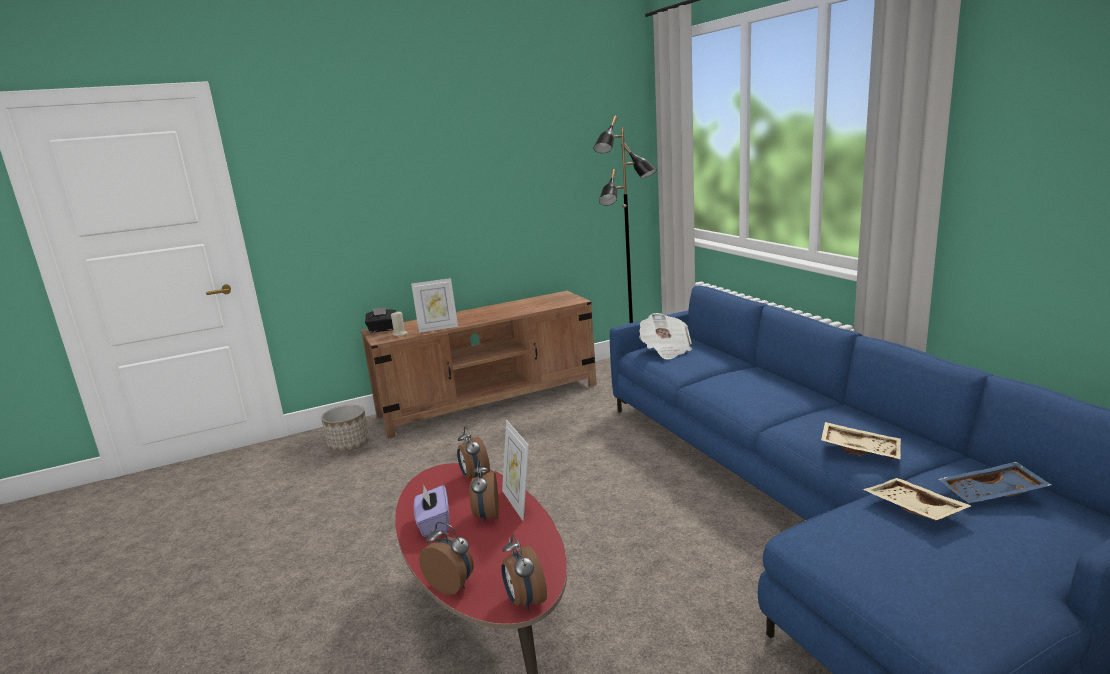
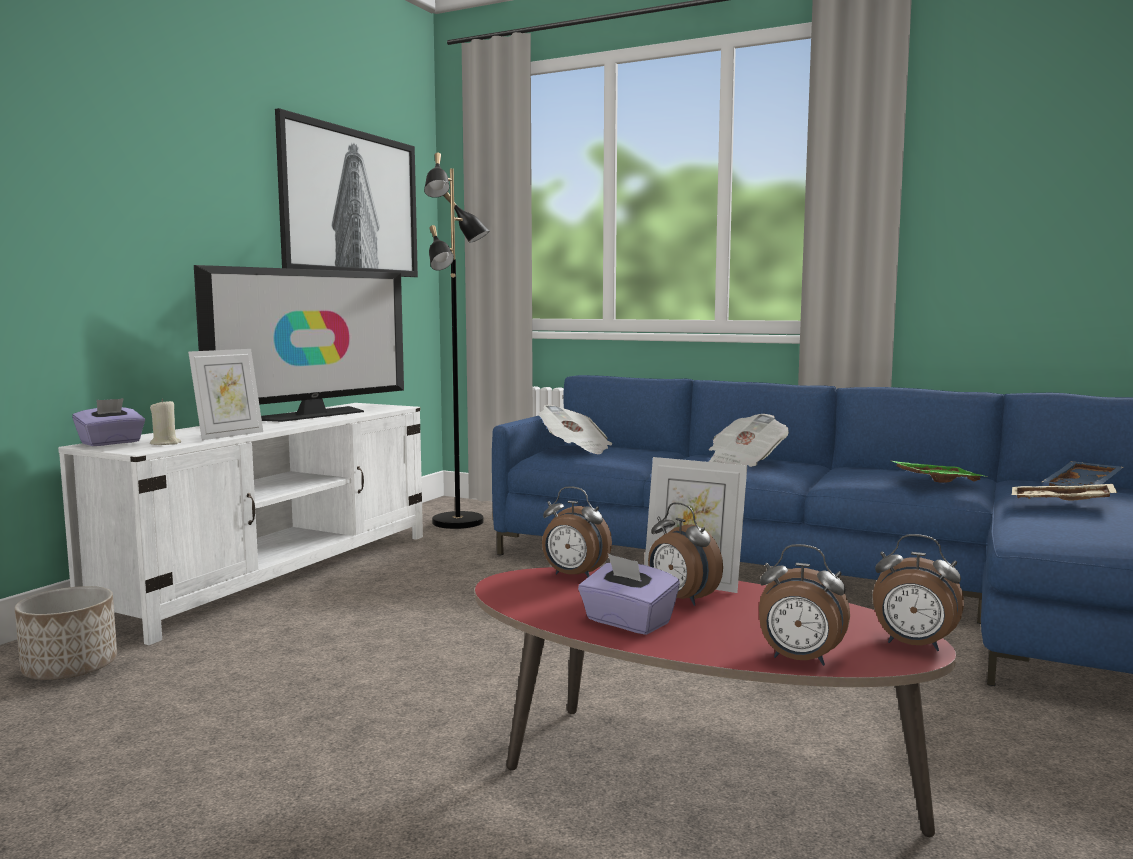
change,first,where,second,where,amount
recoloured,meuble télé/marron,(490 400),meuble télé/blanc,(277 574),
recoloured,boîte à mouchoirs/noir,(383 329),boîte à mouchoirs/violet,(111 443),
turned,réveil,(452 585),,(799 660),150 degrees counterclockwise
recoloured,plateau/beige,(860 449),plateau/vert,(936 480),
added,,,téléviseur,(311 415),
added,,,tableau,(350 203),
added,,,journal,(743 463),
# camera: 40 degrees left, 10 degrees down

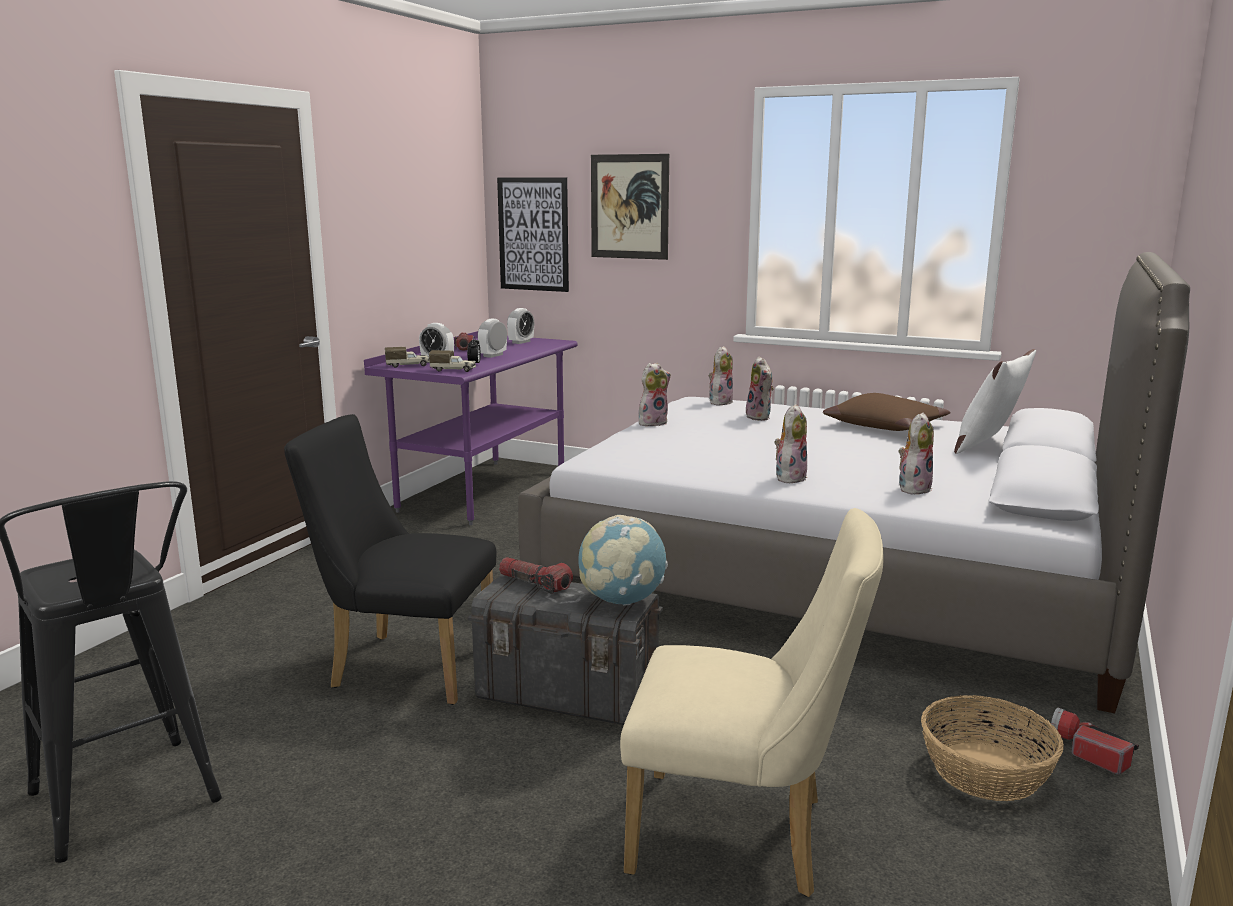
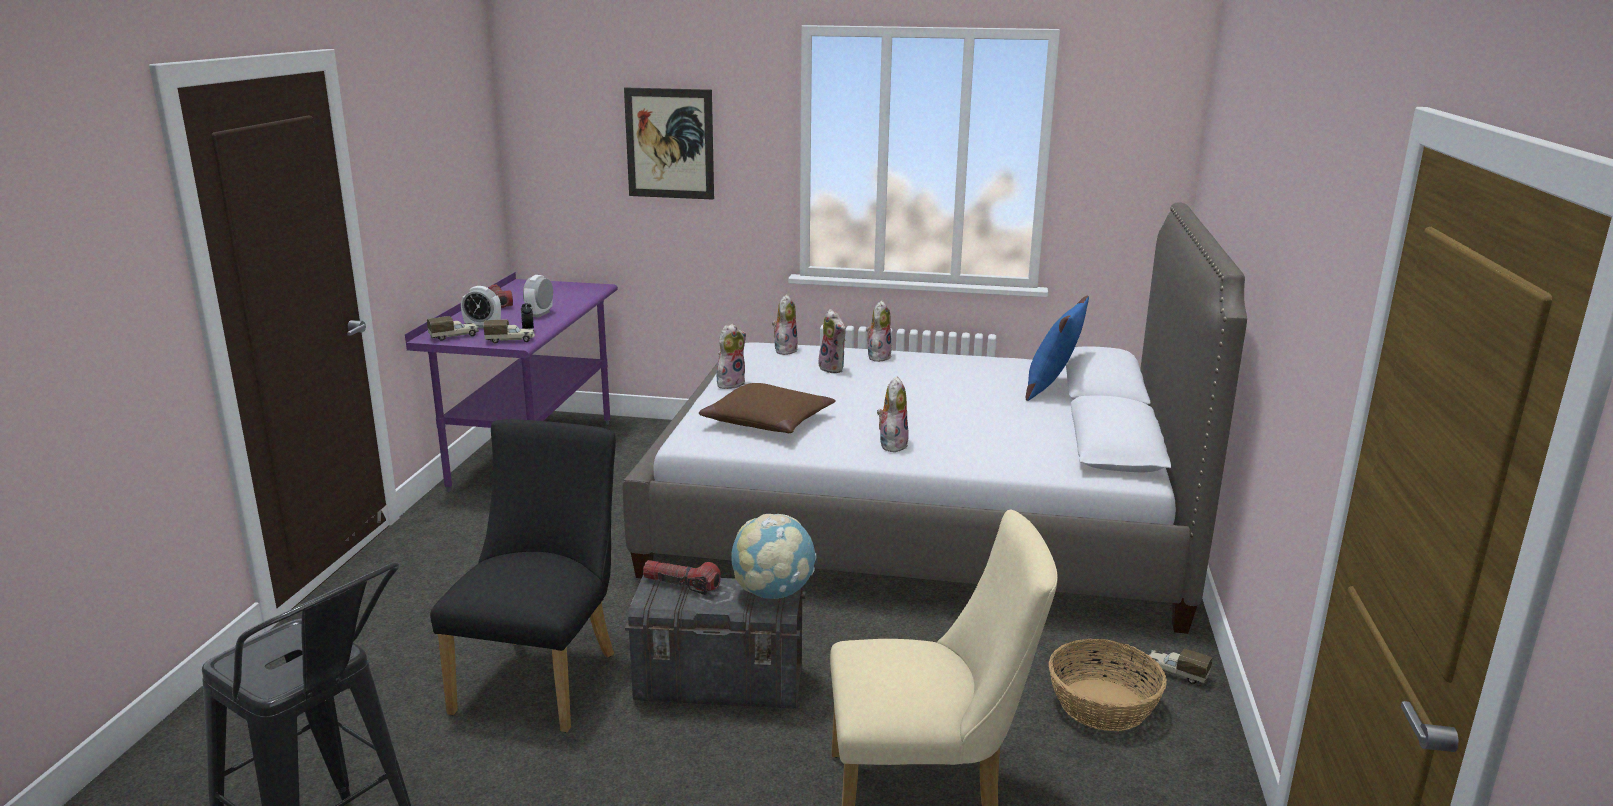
change,first,where,second,where,amount
turned,chaise/noir,(403 666),,(543 676),105 degrees clockwise
removed,tableau,(533 234),,,
removed,réveil,(521 342),,,
moved,coussin/marron,(885 426),,(768 421),
moved,peluche,(913 488),,(878 356),
recoloured,coussin/blanc,(989 446),coussin/bleu,(1052 388),
replaced,lampe de poche,(1087 751),camion jouet,(1175 673),
# camera: 15 degrees left, 5 degrees up

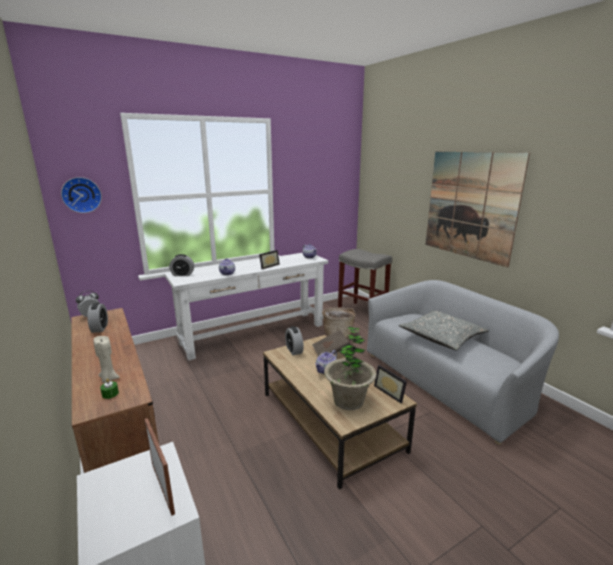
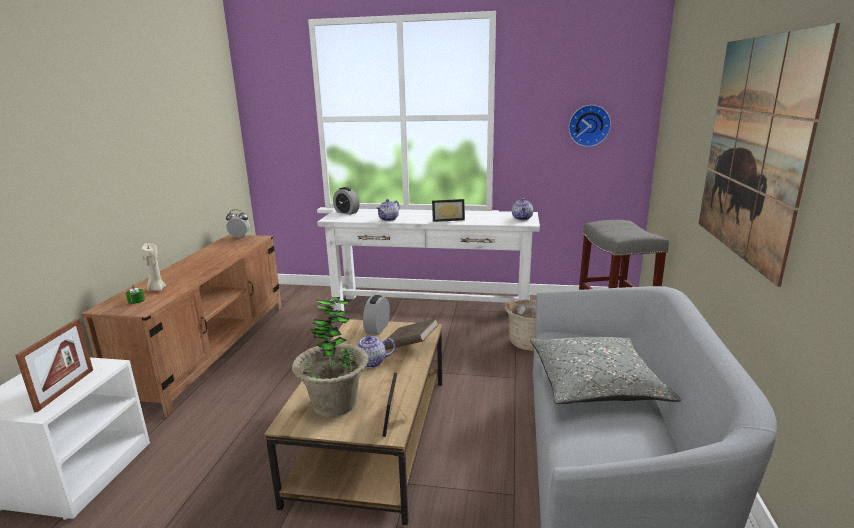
change,first,where,second,where,amount
moved,horloge murale,(81 195),,(589 125),
removed,réveil,(100 328),,,
# camera: 40 degrees right, 0 degrees up

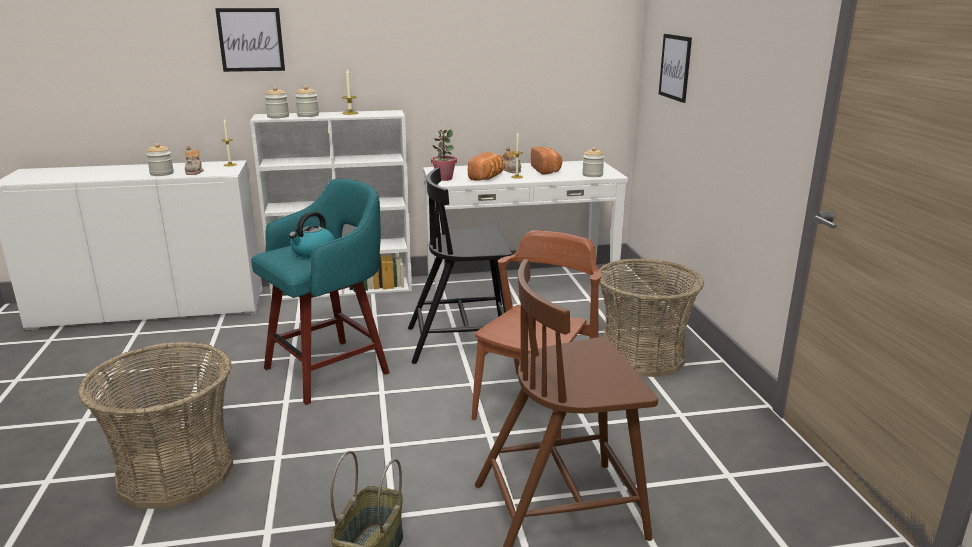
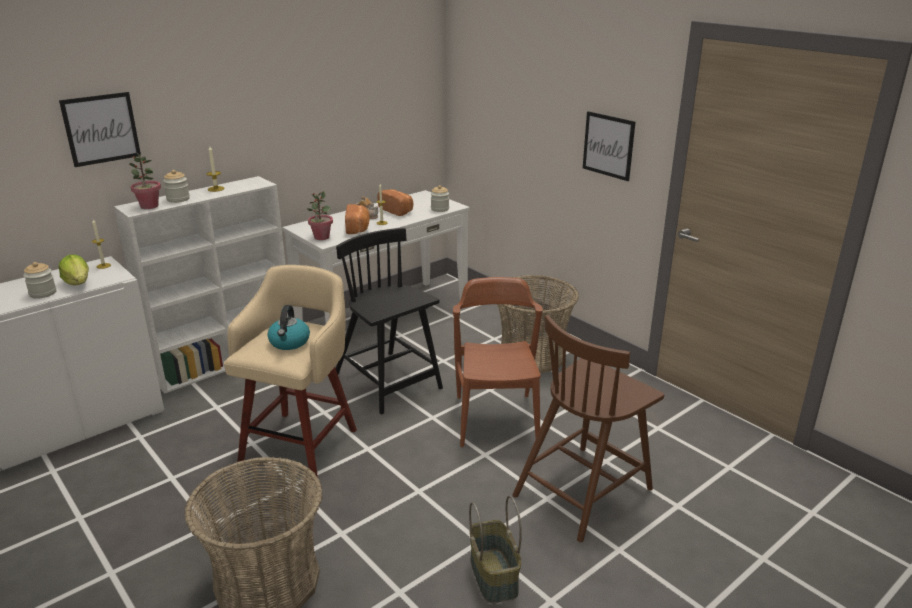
change,first,where,second,where,amount
replaced,théière,(194 172),laitue,(78 283),
recoloured,tabouret/turquoise,(330 369),tabouret/beige,(301 443),
replaced,bocal,(278 116),plante en pot,(149 206),
turned,chaise/noir,(463 341),,(388 382),90 degrees clockwise
moved,tableau,(675 67),,(608 145),
# camera: 30 degrees left, 5 degrees up

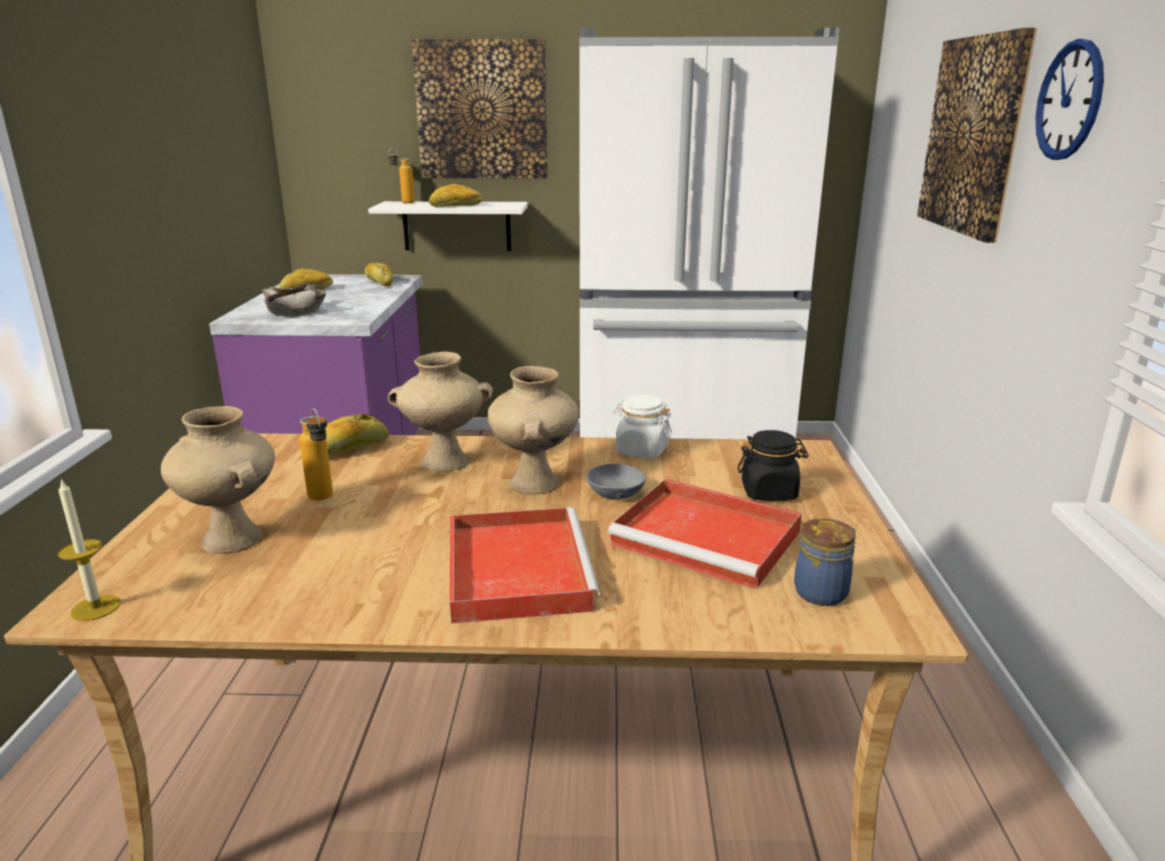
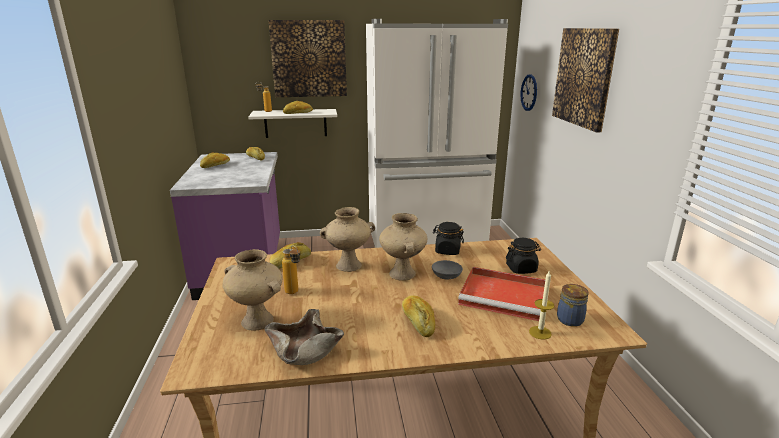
change,first,where,second,where,amount
moved,bougie,(95 608),,(540 332),
moved,bol/beige,(294 311),,(304 350),
replaced,plateau/rouge,(516 567),pain,(418 322),
recoloured,bocal/blanc,(641 450),bocal/noir,(447 251),
moved,horloge murale,(1069 101),,(529 92),
# camera: 10 degrees left, 0 degrees up

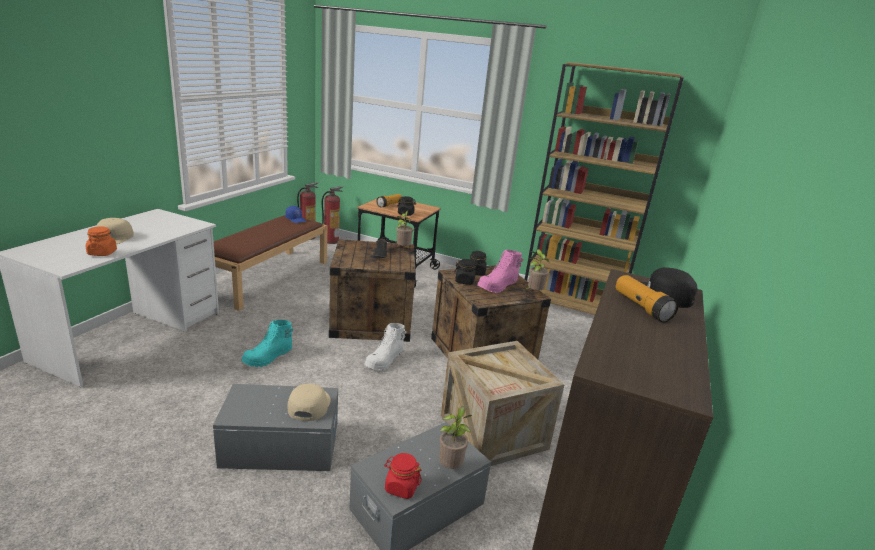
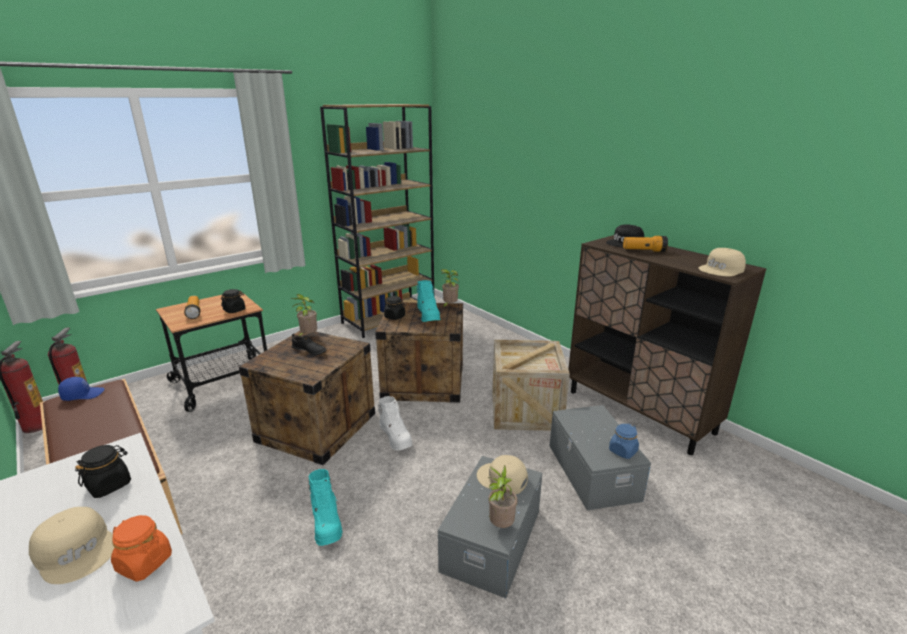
change,first,where,second,where,amount
recoloured,bocal/rouge,(401 487),bocal/bleu,(623 451),
moved,plante en pot,(451 467),,(500 525),
moved,bocal/noir,(465 281),,(109 485),
recoloured,botte/rose,(498 286),botte/turquoise,(428 315),
added,,,casquette/beige,(722 270),
# camera: 60 degrees left, 0 degrees up

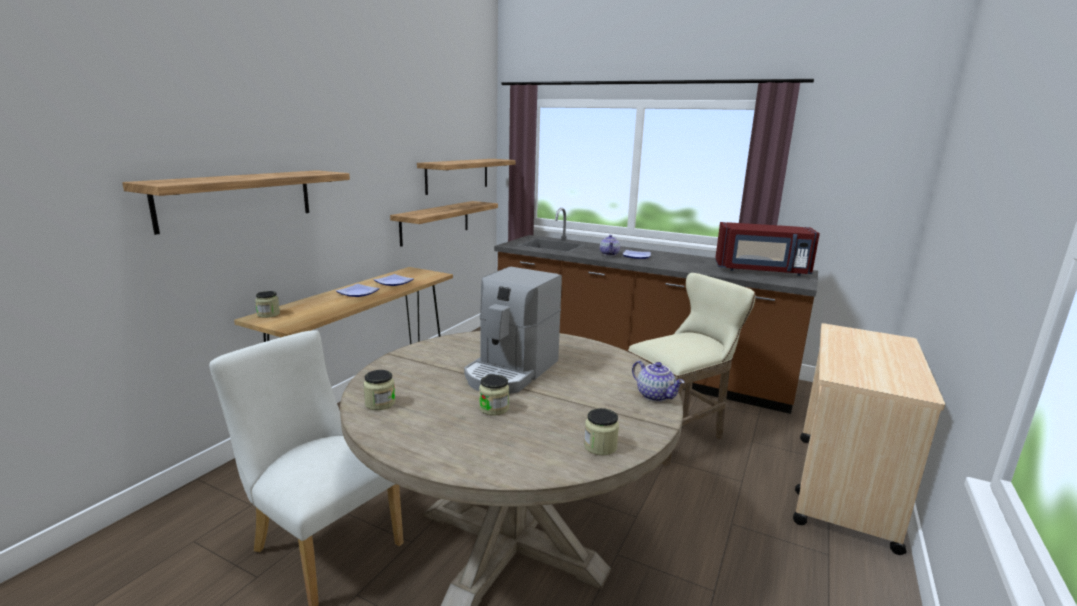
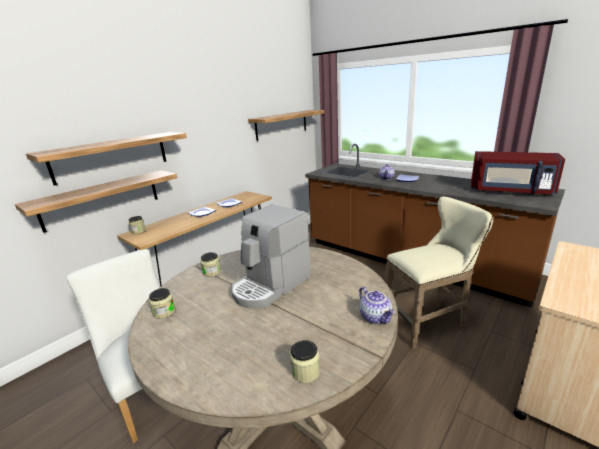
change,first,where,second,where,amount
moved,étagère,(435 222),,(102 199),
moved,bocal,(494 408),,(212 272),
# camera: 15 degrees right, 5 degrees up

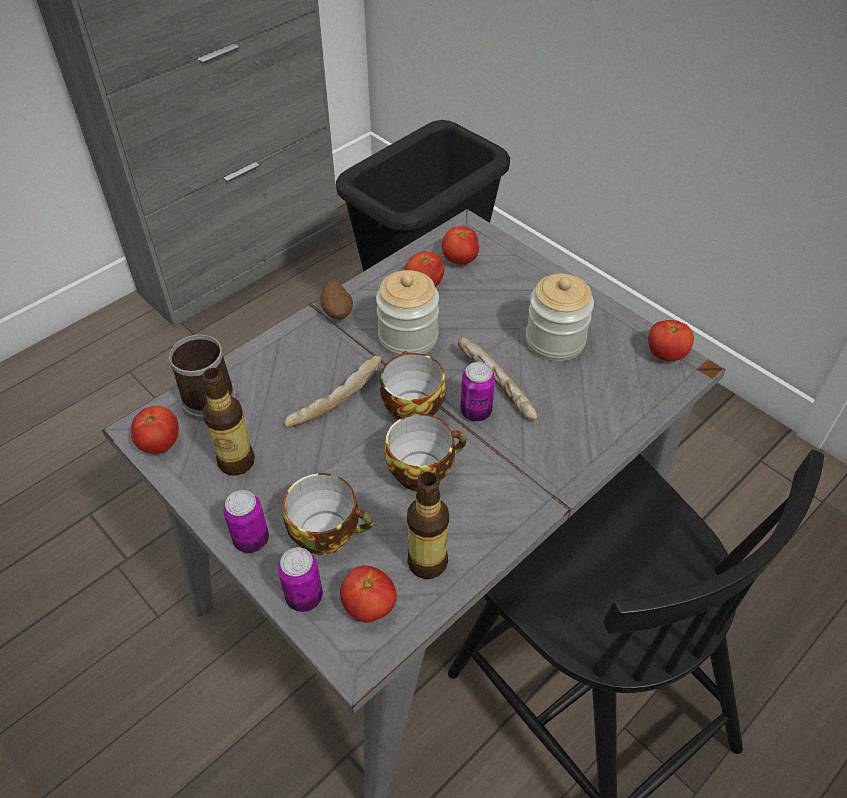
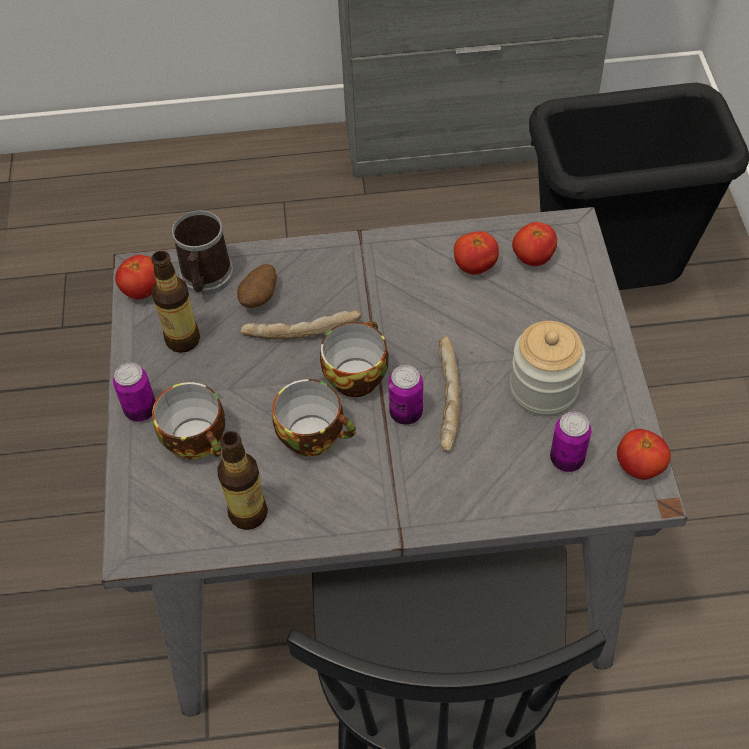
change,first,where,second,where,amount
moved,boîte métallique,(304 597),,(566 459),
moved,pomme de terre,(337 312),,(260 298),
removed,tomate,(369 606),,,
removed,bocal,(408 337),,,
# camera: 40 degrees right, 5 degrees up

